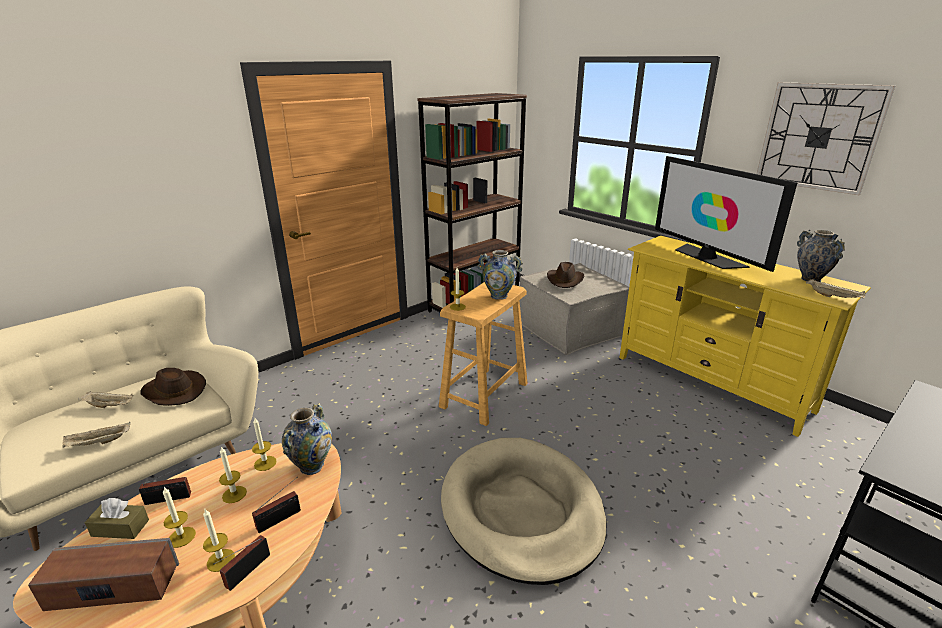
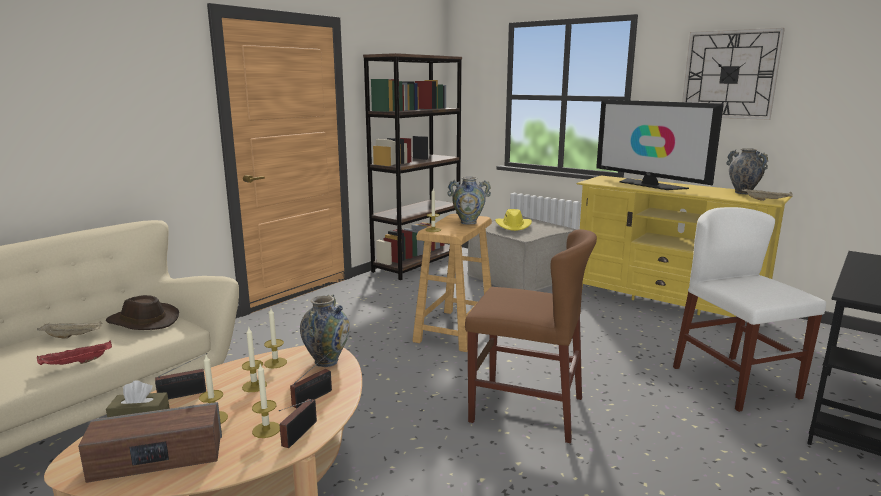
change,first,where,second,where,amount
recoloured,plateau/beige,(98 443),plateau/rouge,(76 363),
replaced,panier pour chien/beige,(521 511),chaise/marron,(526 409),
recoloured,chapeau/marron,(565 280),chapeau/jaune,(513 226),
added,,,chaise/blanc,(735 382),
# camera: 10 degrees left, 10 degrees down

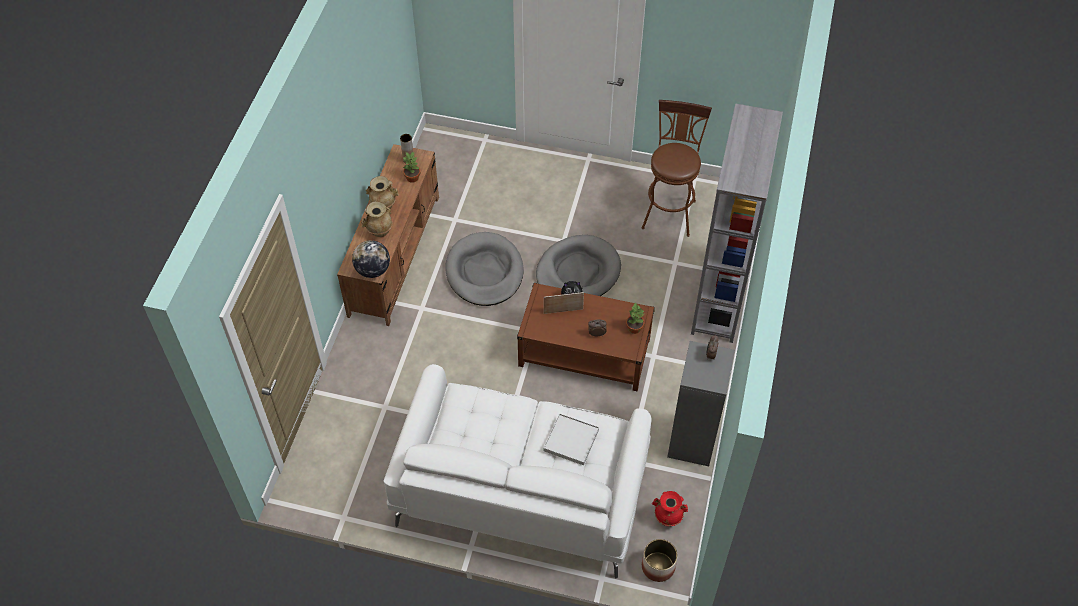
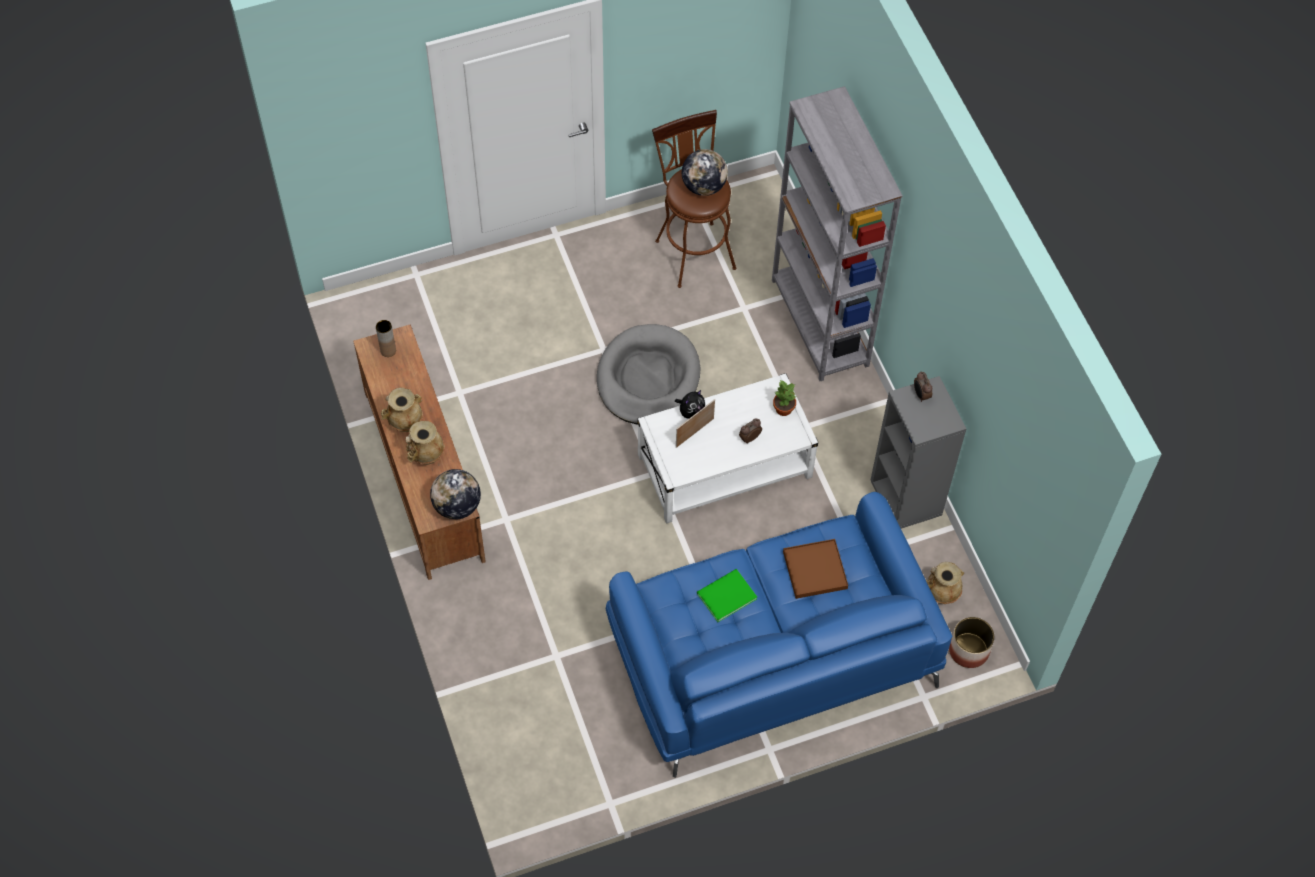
change,first,where,second,where,amount
recoloured,canapé/blanc,(520 487),canapé/bleu,(771 654),
removed,plante en pot,(412 177),,,
removed,panier pour chien/gris,(484 272),,,
recoloured,table basse/marron,(584 352),table basse/blanc,(724 466),
recoloured,plateau/blanc,(571 440),plateau/marron,(815 570),
recoloured,vase/rouge,(667 517),vase/beige,(941 594),
added,,,globe,(703 186),
added,,,livre/vert,(724 596),
# camera: 35 degrees left, 5 degrees up

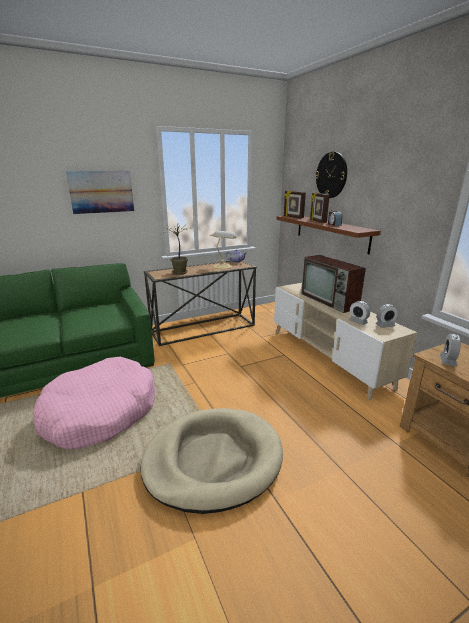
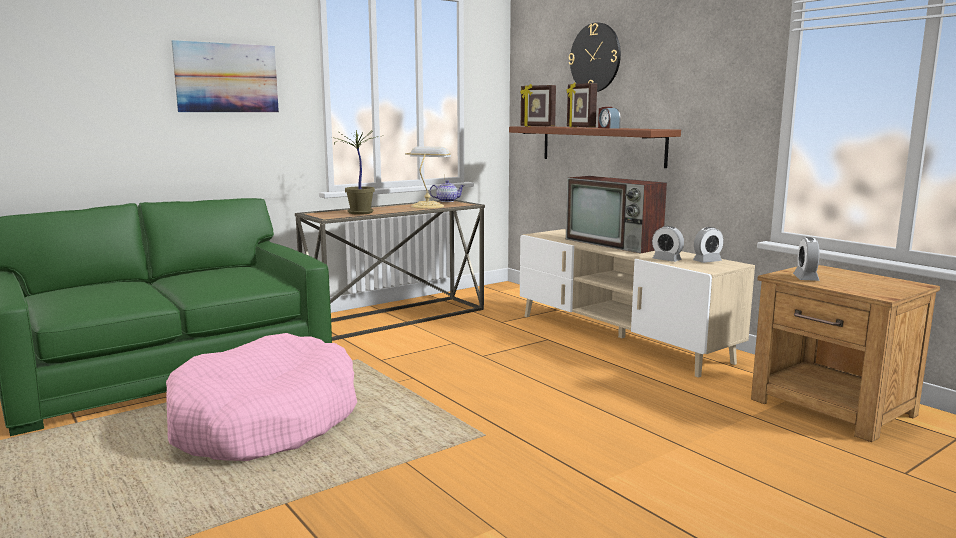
change,first,where,second,where,amount
removed,panier pour chien/beige,(213 460),,,
# camera: 10 degrees left, 10 degrees down

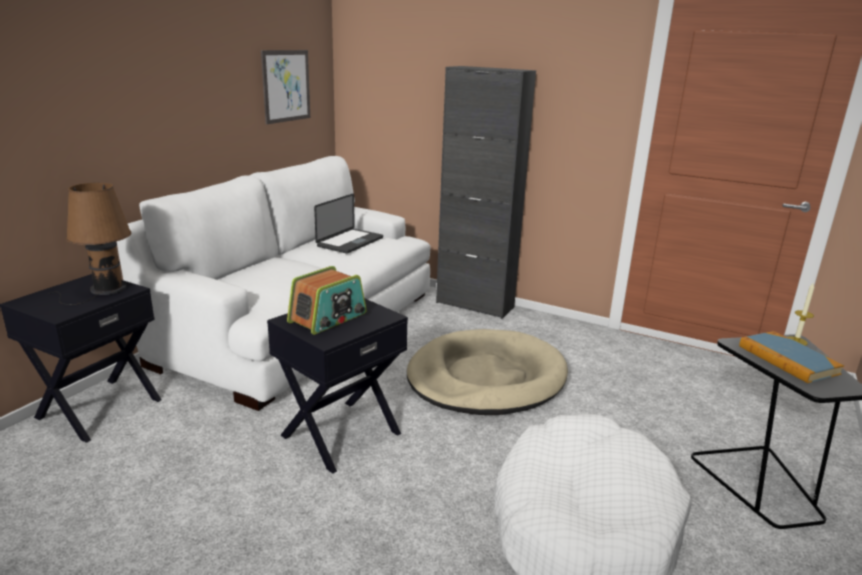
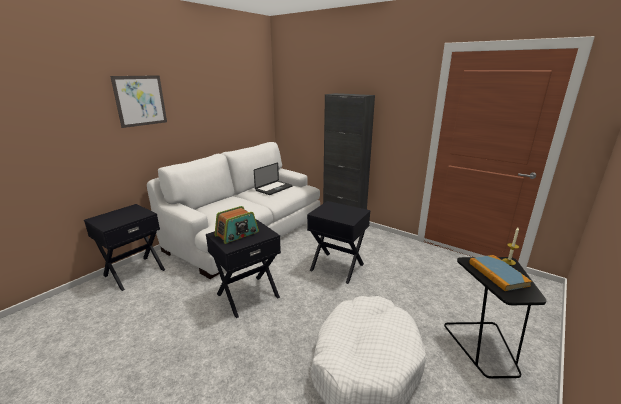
change,first,where,second,where,amount
removed,lampe de table/marron,(104 290),,,
moved,tableau,(286 86),,(140 100),
replaced,panier pour chien/beige,(486 378),table d'appoint/noir,(336 267),
# camera: 10 degrees right, 0 degrees up

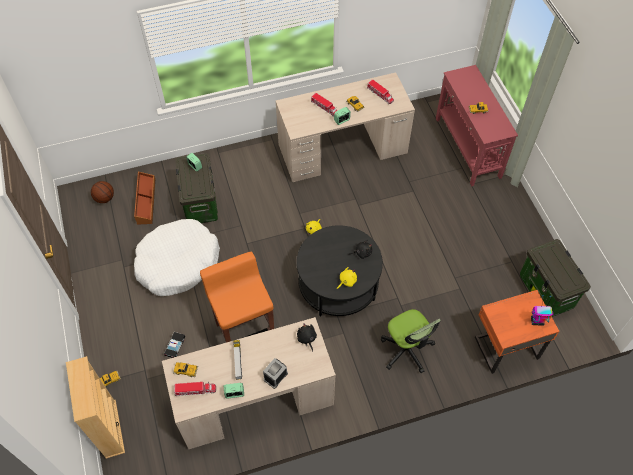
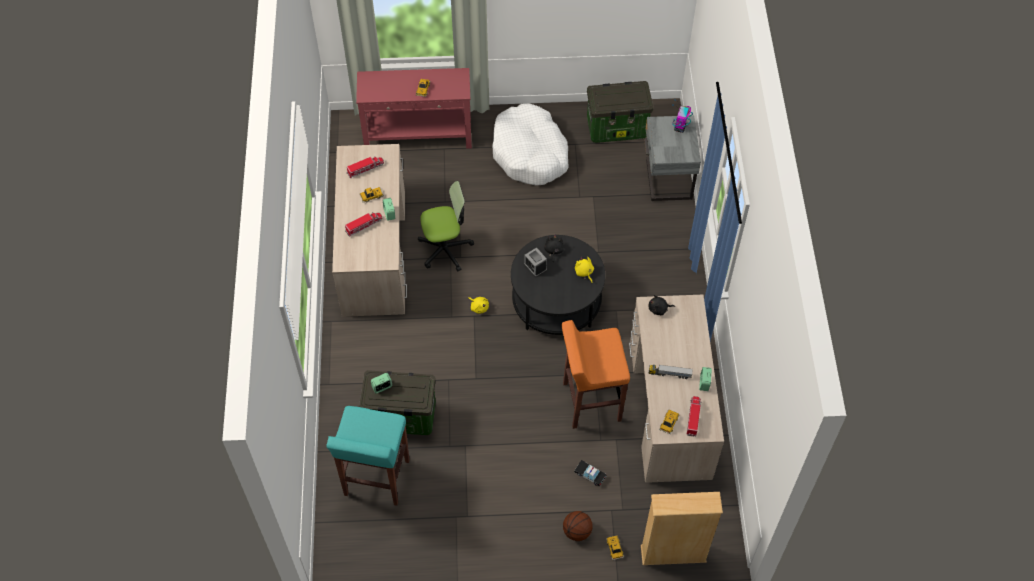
change,first,where,second,where,amount
moved,ballon de basket,(105 198),,(577 531),
replaced,boîte de rangement/marron,(145 201),tabouret/turquoise,(376 479),
moved,panier pour chien/blanc,(177 263),,(530 153),
moved,réveil,(275 376),,(535 267),
moved,chaise de bureau,(407 350),,(445 249),
recoloured,table de chevet/orange,(505 346),table de chevet/gris,(666 180),
# camera: 75 degrees left, 0 degrees up

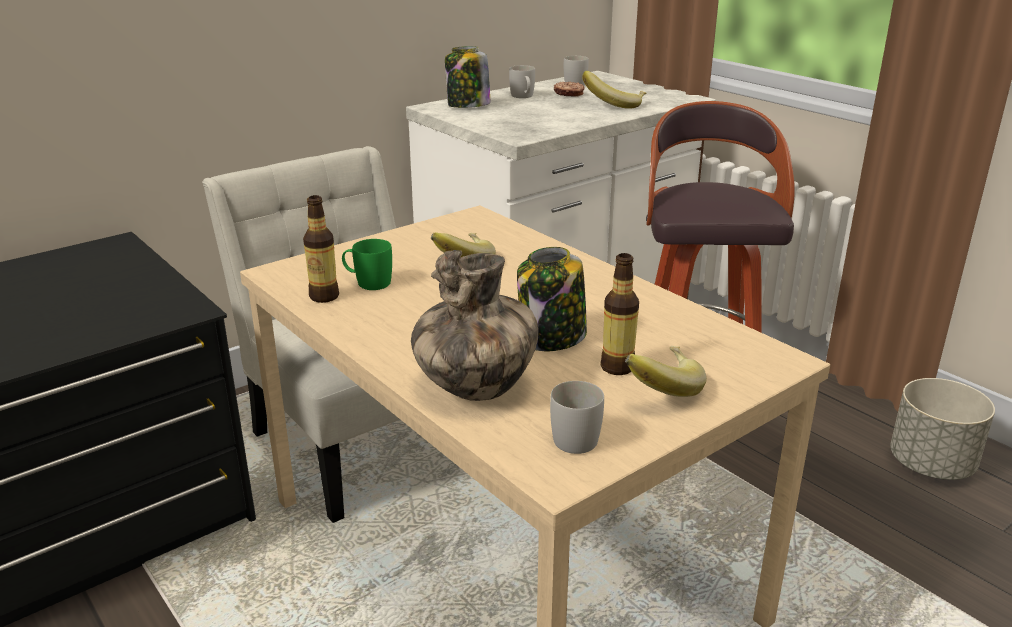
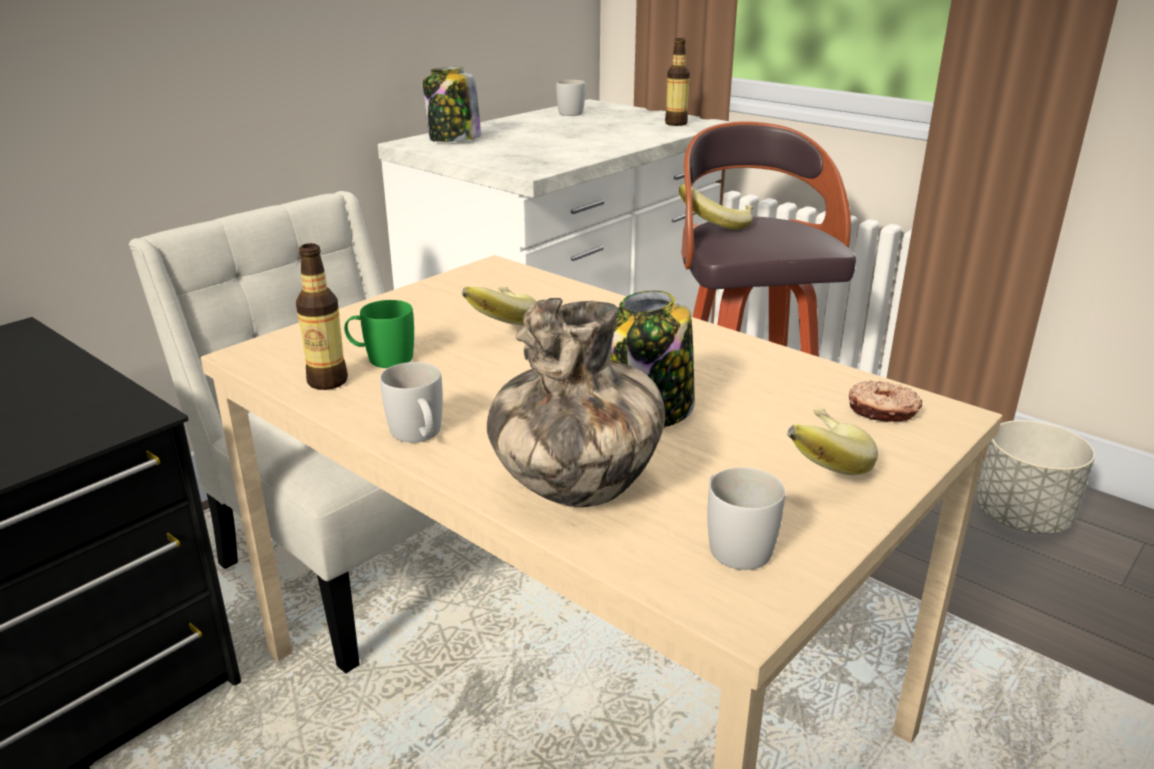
change,first,where,second,where,amount
moved,mug/blanc,(523 97),,(419 436),
moved,beignet,(568 94),,(882 411),
moved,banane,(614 105),,(717 224),
moved,bouteille,(617 367),,(676 123),
# camera: 10 degrees left, 0 degrees up

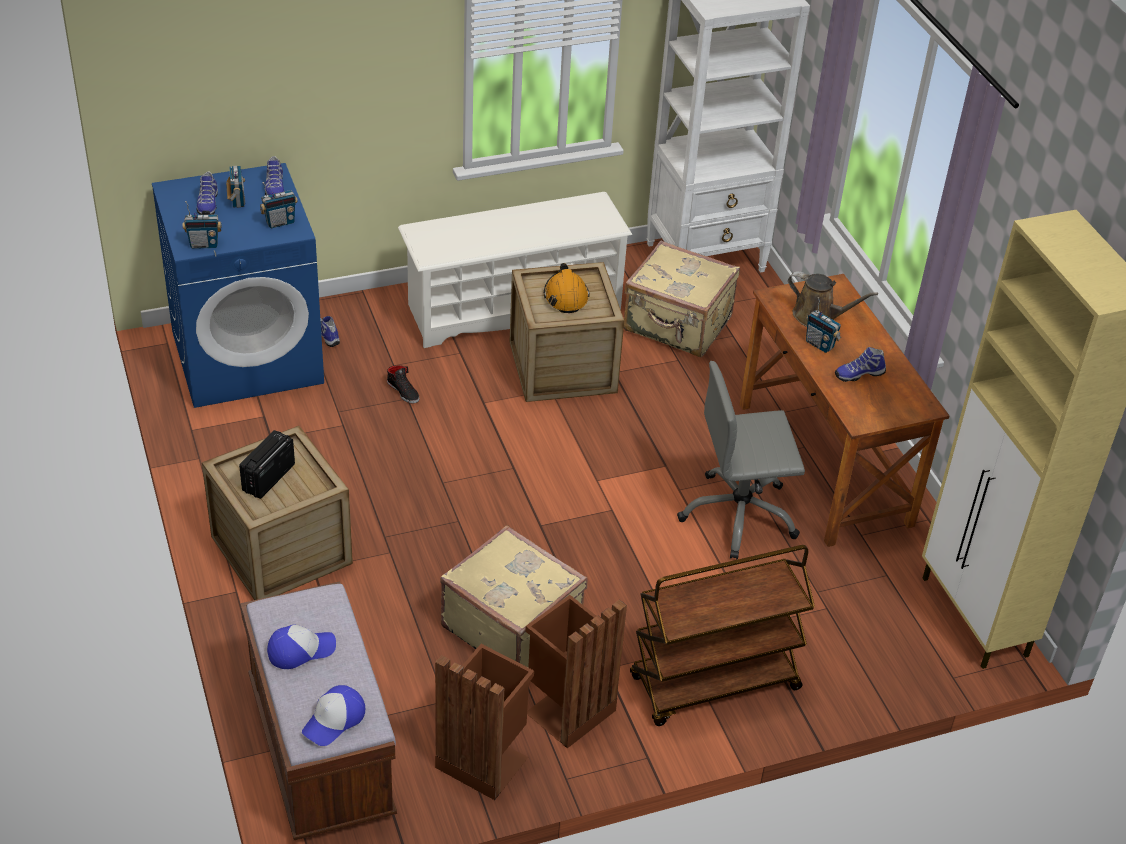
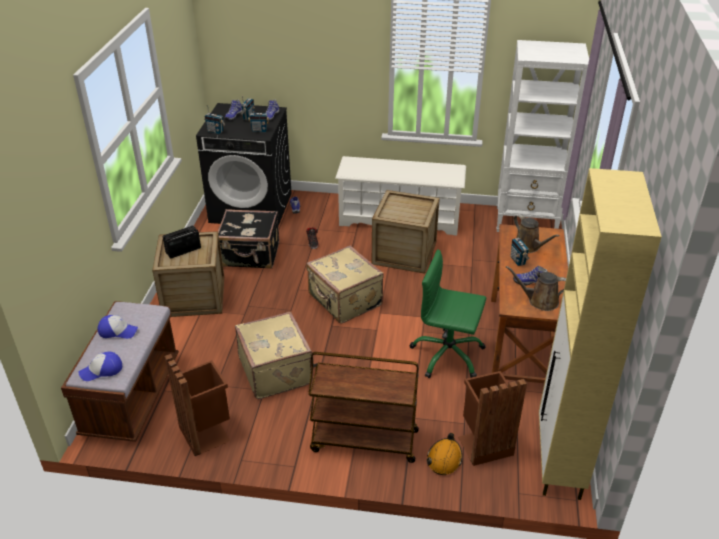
change,first,where,second,where,amount
recoloured,lave-linge/bleu,(248 356),lave-linge/noir,(251 207),
moved,poubelle/marron,(567 709),,(484 444),
moved,casque de chantier/orange,(565 296),,(444 459),
moved,valise/beige,(677 325),,(344 301),
recoloured,chaise de bureau/gris,(738 515),chaise de bureau/vert,(447 355),
added,,,valise/noir,(250 255),
added,,,arrosoir/marron,(540 301),
# camera: 30 degrees right, 5 degrees down

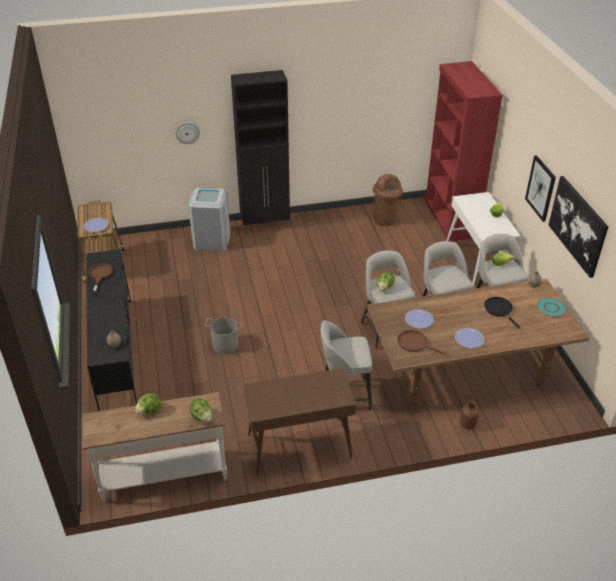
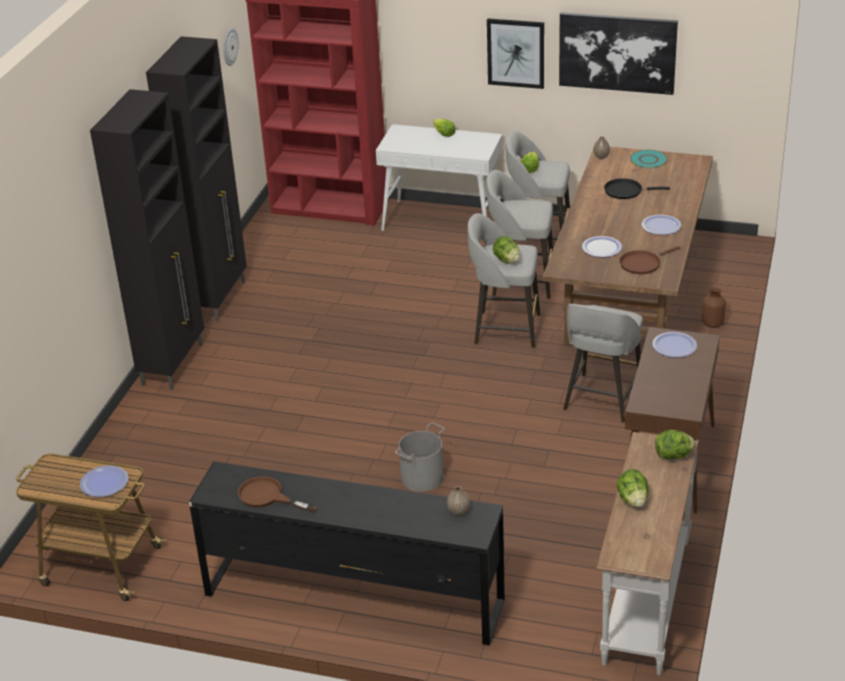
change,first,where,second,where,amount
moved,horloge murale,(187 132),,(229 46),
removed,poubelle/gris,(212 241),,,
removed,poubelle/marron,(385 220),,,
added,,,meuble de rangement/noir,(218 299),
added,,,assiette,(674 346),
# camera: 60 degrees left, 5 degrees down

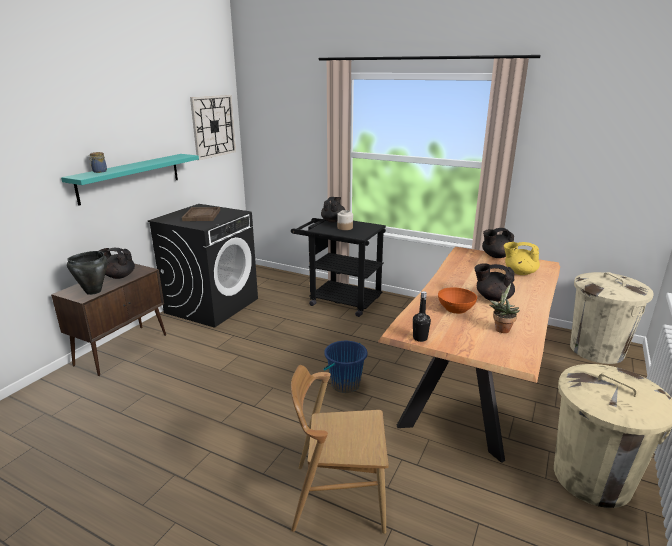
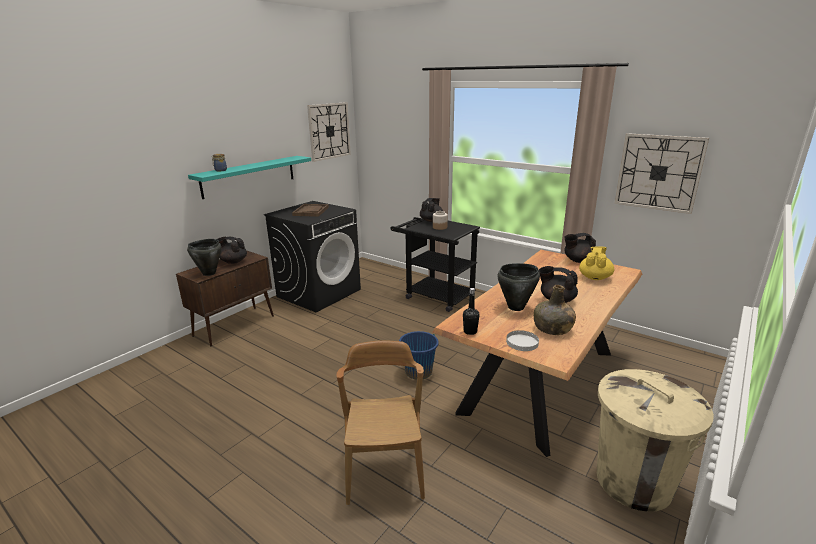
change,first,where,second,where,amount
turned,chaise/marron,(338 497),,(384 468),75 degrees clockwise
replaced,bol/orange,(456 308),marmite/noir,(516 307),
replaced,plante en pot,(501 328),bouteille/vert,(552 328),
turned,théière/jaune,(519 272),,(595 277),90 degrees clockwise
removed,poubelle/beige,(596 350),,,
added,,,assiette/blanc,(522 342),
added,,,horloge murale,(658 172),
# camera: 10 degrees right, 0 degrees up

